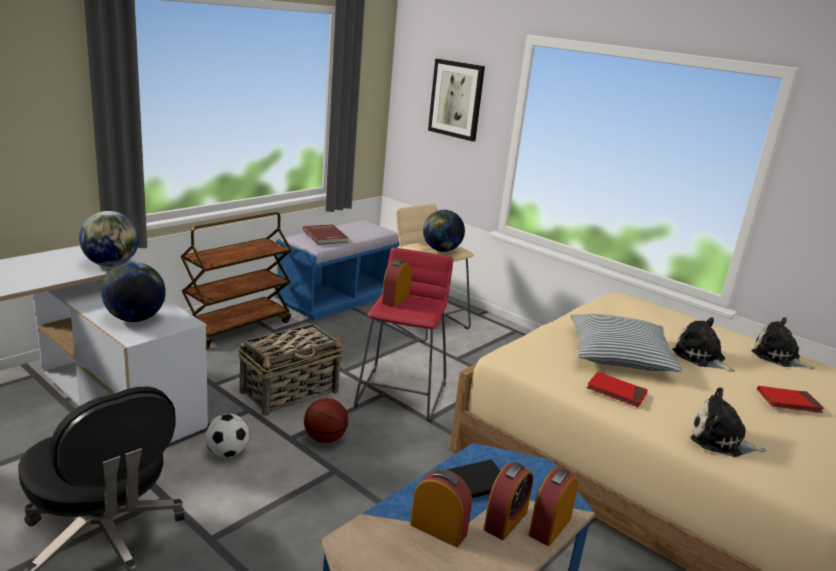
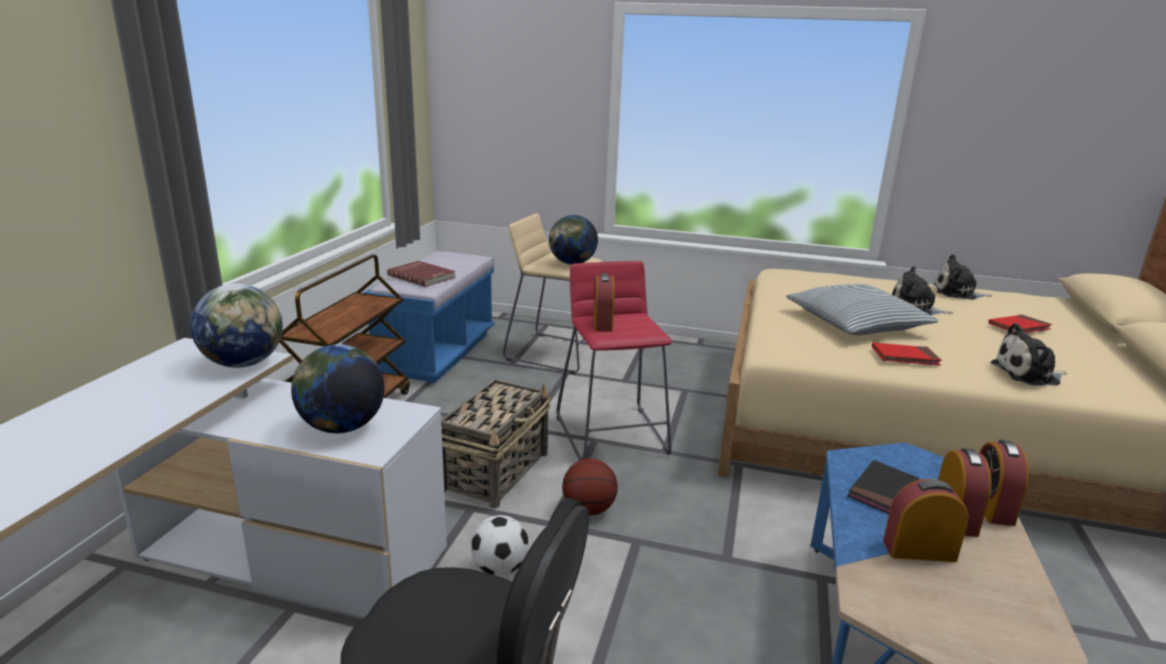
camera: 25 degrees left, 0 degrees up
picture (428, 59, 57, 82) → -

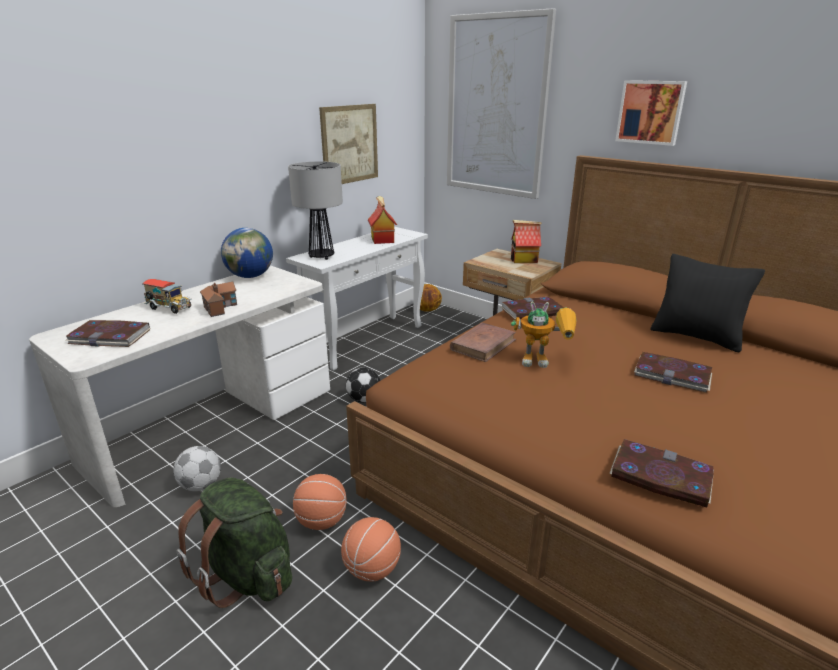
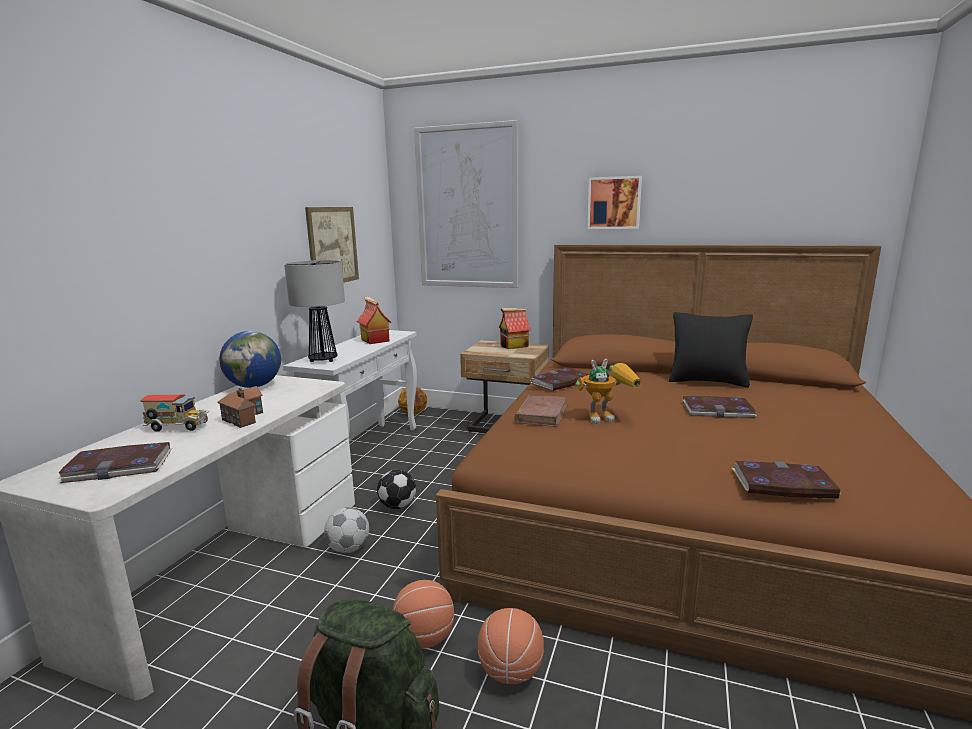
camera: 20 degrees left, 10 degrees down
ball for football (173, 446, 48, 45) → ball for football (324, 507, 45, 46), shifted

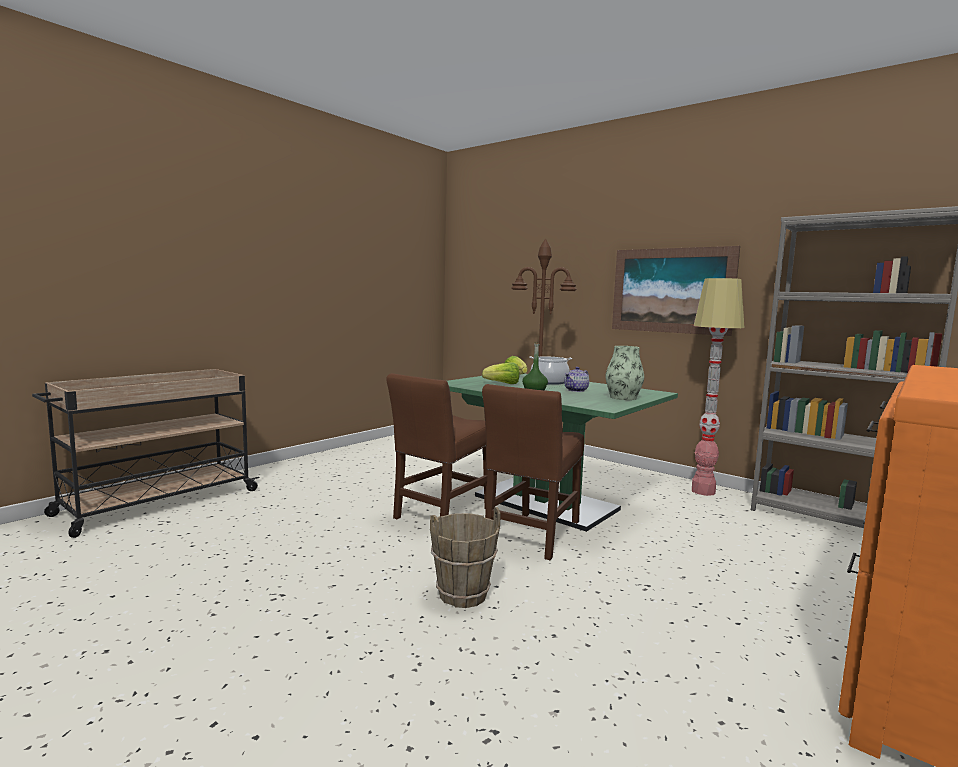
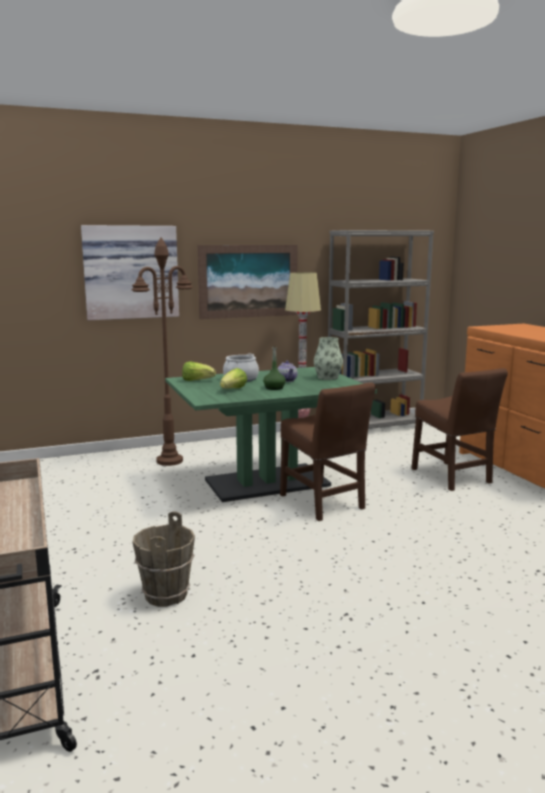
camera: 60 degrees left, 5 degrees up
- → picture (81, 225, 98, 95)
brownish bucket (430, 507, 71, 101) → brownish bucket (132, 511, 63, 96), shifted
brownish chair (387, 373, 100, 146) → brownish chair (411, 368, 97, 123), shifted

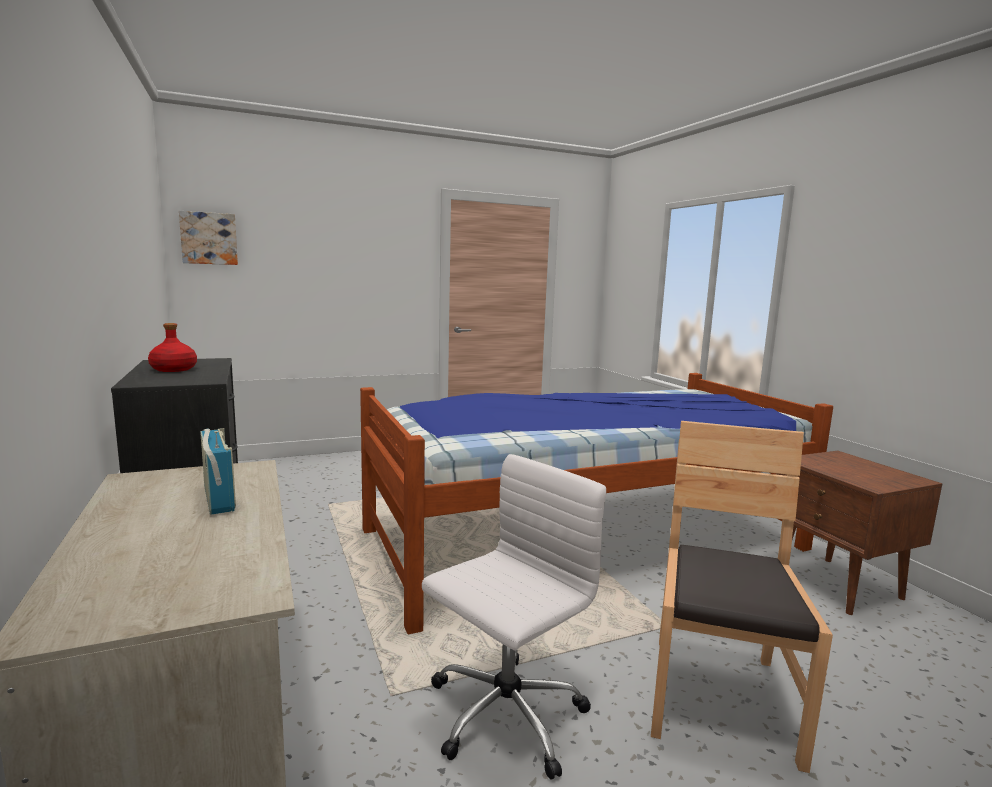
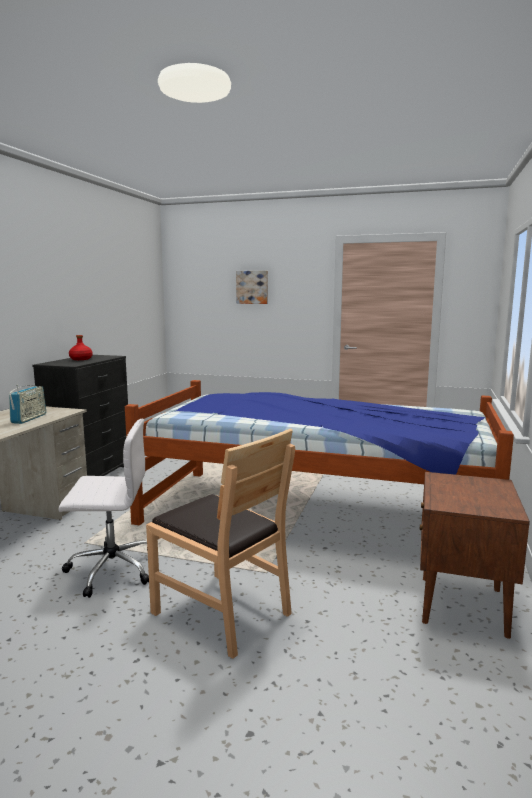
camera: 40 degrees right, 0 degrees up
brownish chair (651, 421, 182, 352) → brownish chair (146, 428, 149, 231), 75 degrees clockwise
picture (179, 211, 59, 54) → picture (236, 271, 32, 33), shifted

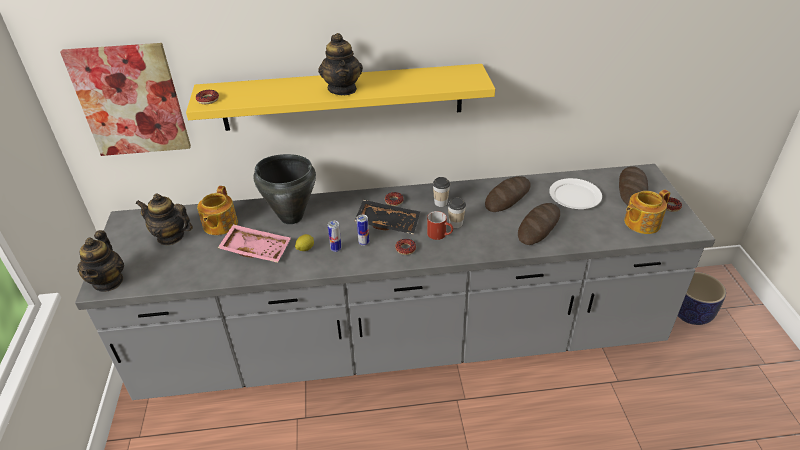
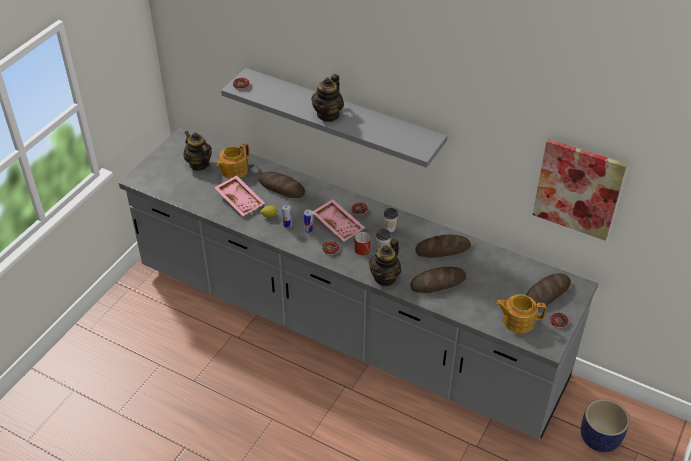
camera: 35 degrees right, 5 degrees up
yellow-coloured shelf (186, 64, 309, 67) → gray shelf (221, 68, 226, 100)
black stockpot (253, 154, 63, 70) → baked bread (258, 172, 47, 26)
black carrying tray (355, 200, 65, 34) → pinkish carrying tray (313, 199, 52, 43)
tea pot (77, 230, 47, 62) → tea pot (369, 239, 32, 47), shifted
picture (60, 43, 131, 113) → picture (533, 139, 94, 102), shifted
white flat dish (549, 178, 53, 31) → -

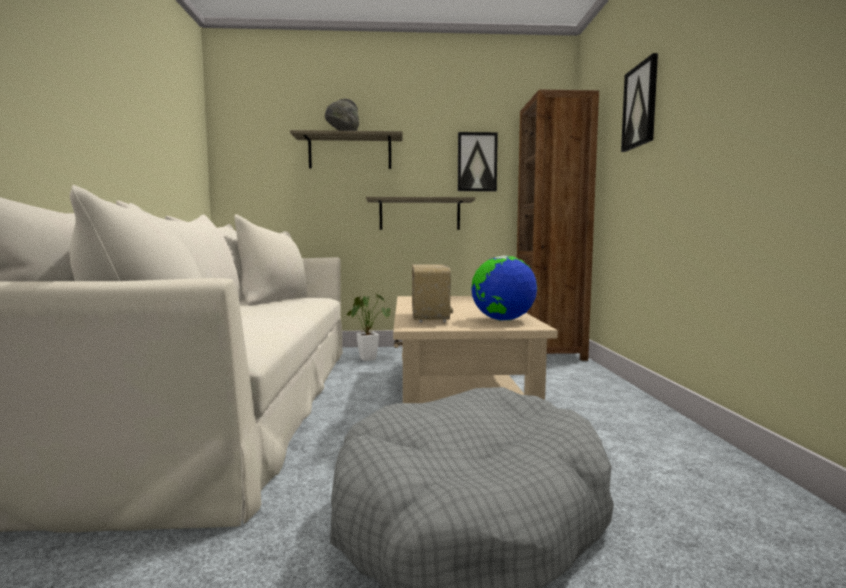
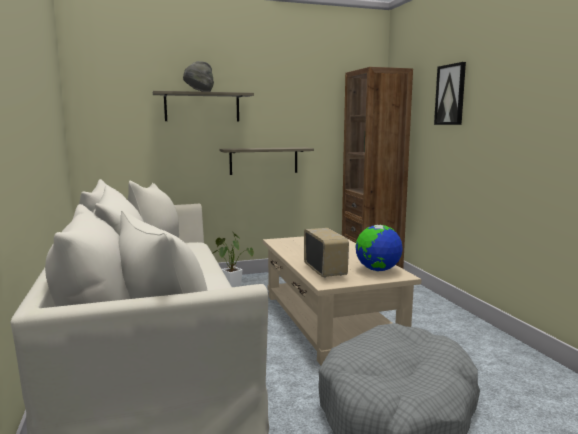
camera: 15 degrees left, 5 degrees up
picture (458, 132, 40, 59) → -

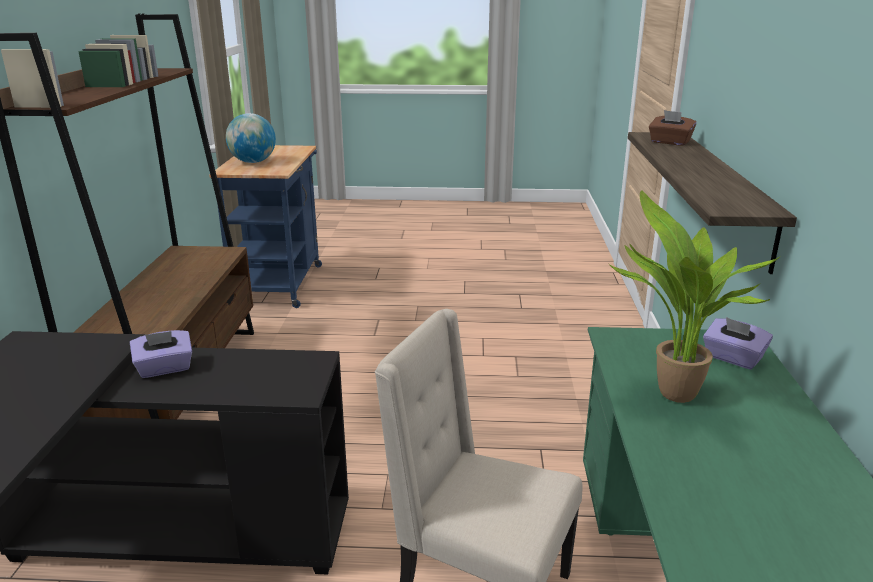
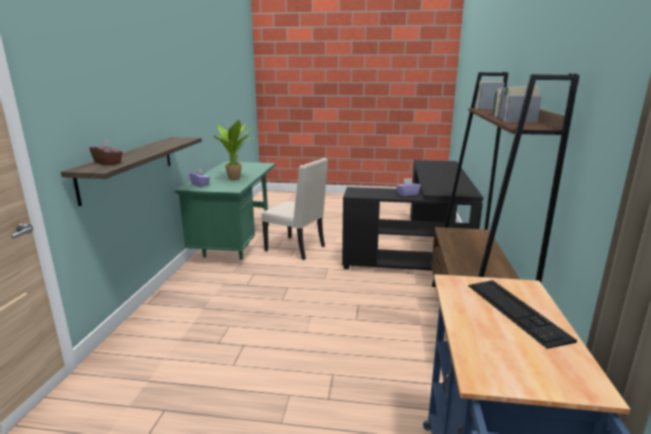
camera: 175 degrees left, 5 degrees down
world globe (226, 113, 50, 50) → PC keyboard (468, 280, 109, 69)

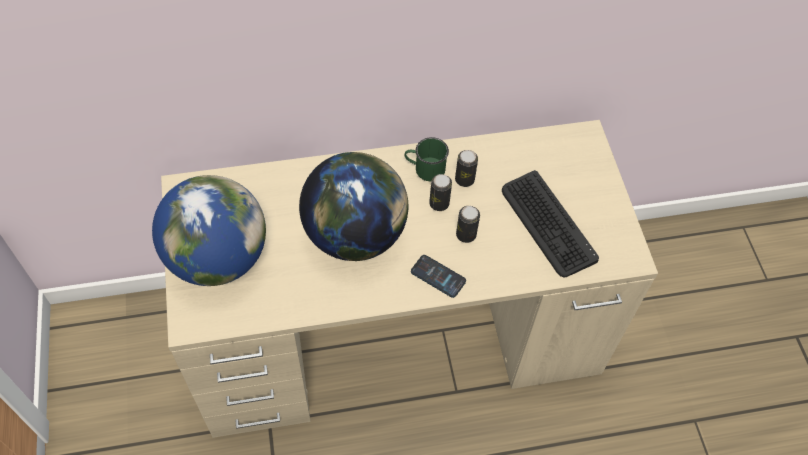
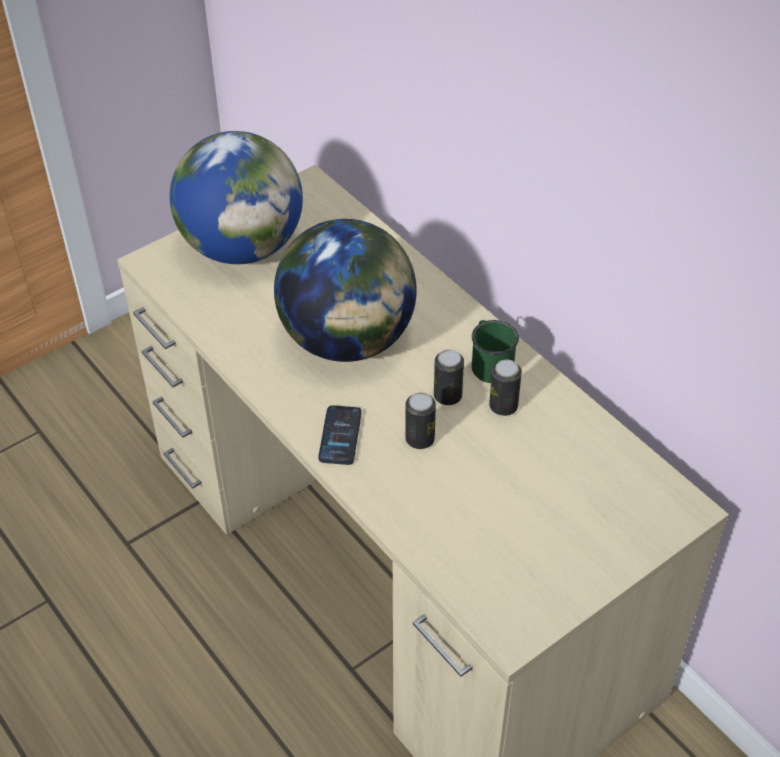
camera: 65 degrees right, 10 degrees down
PC keyboard (502, 170, 97, 108) → -

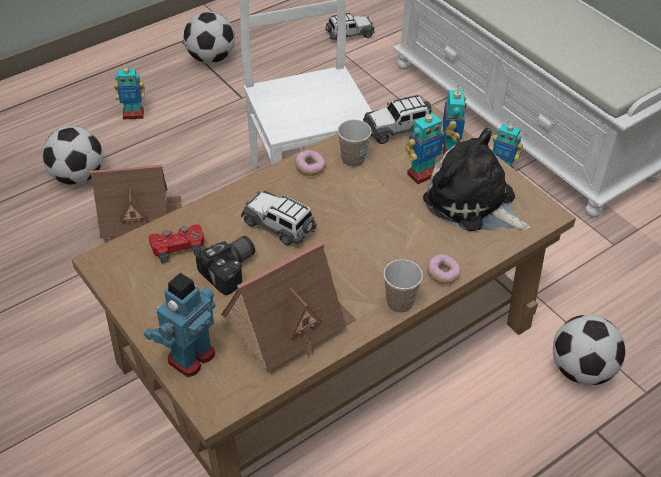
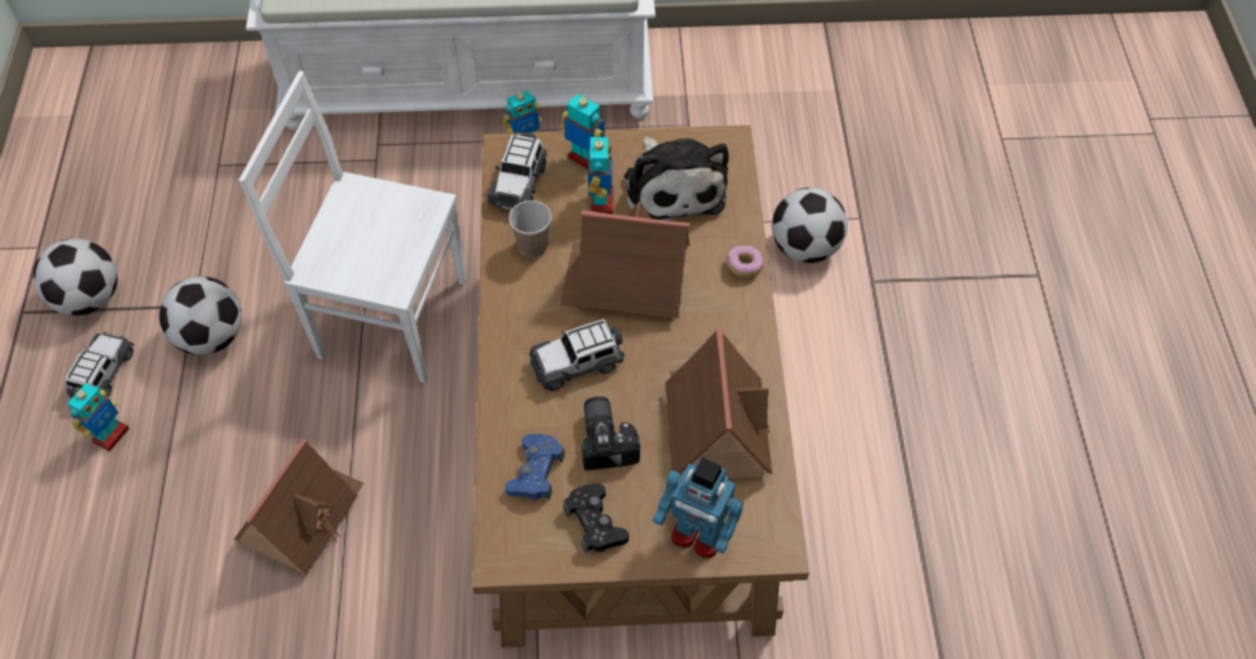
camera: 55 degrees left, 10 degrees up
toy car (325, 12, 50, 28) → toy car (65, 332, 69, 66), shifted
ball for football (42, 126, 61, 59) → ball for football (159, 276, 83, 79), shifted
reddish gamepad (149, 224, 55, 40) → bluish gamepad (505, 434, 60, 66)
- → toy house (560, 202, 130, 117)
- → black gamepad (563, 483, 66, 71)
plush toy (423, 128, 107, 103) → plush toy (624, 137, 105, 84), 90 degrees counterclockwise
robot figure (144, 273, 71, 104) → robot figure (653, 457, 91, 101), 45 degrees counterclockwise
donut (295, 150, 31, 26) → -
drinking cup (383, 259, 40, 54) → -

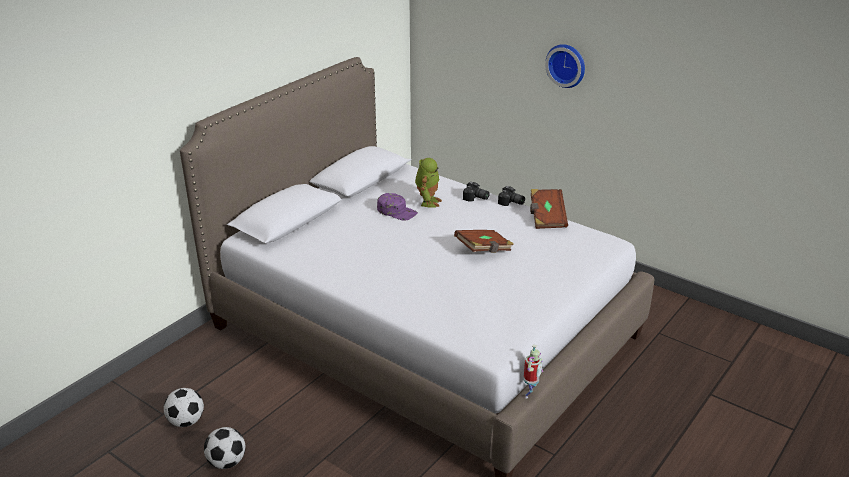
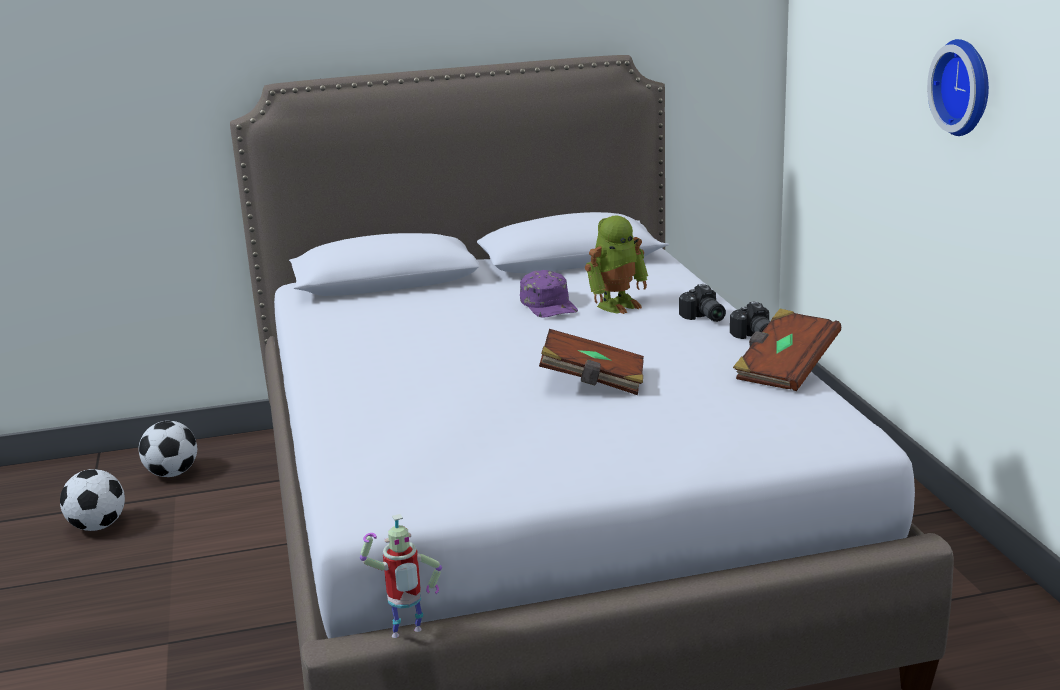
camera: 40 degrees right, 10 degrees down
ball for football (204, 427, 41, 42) → ball for football (139, 421, 58, 56), shifted

